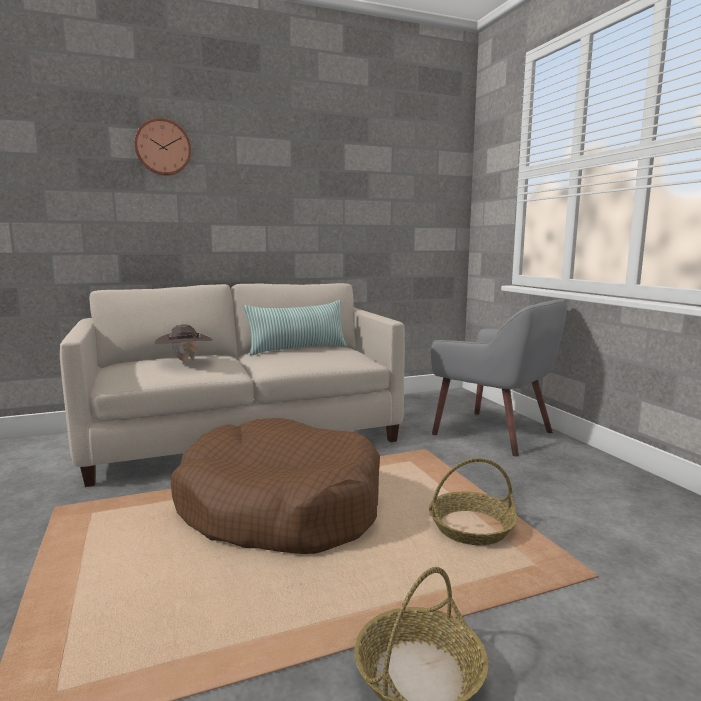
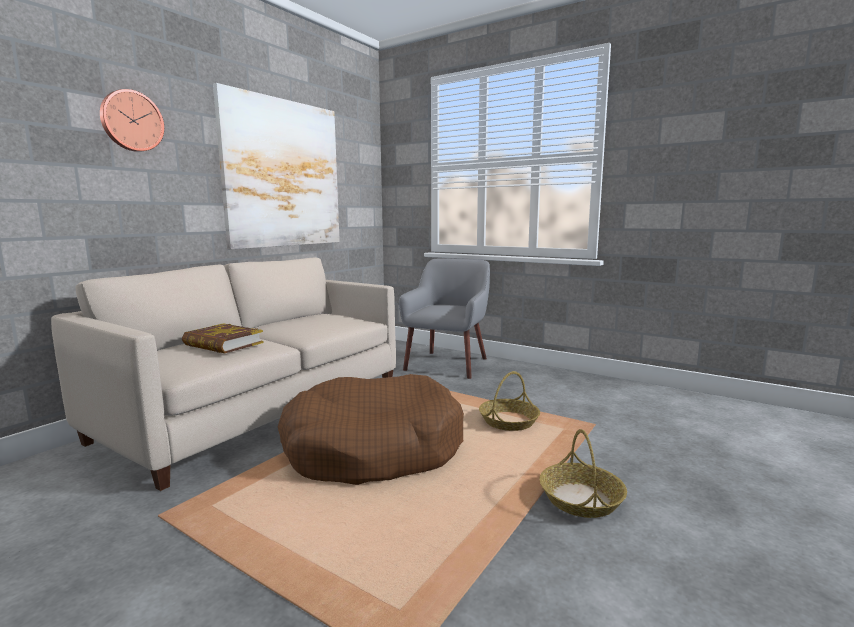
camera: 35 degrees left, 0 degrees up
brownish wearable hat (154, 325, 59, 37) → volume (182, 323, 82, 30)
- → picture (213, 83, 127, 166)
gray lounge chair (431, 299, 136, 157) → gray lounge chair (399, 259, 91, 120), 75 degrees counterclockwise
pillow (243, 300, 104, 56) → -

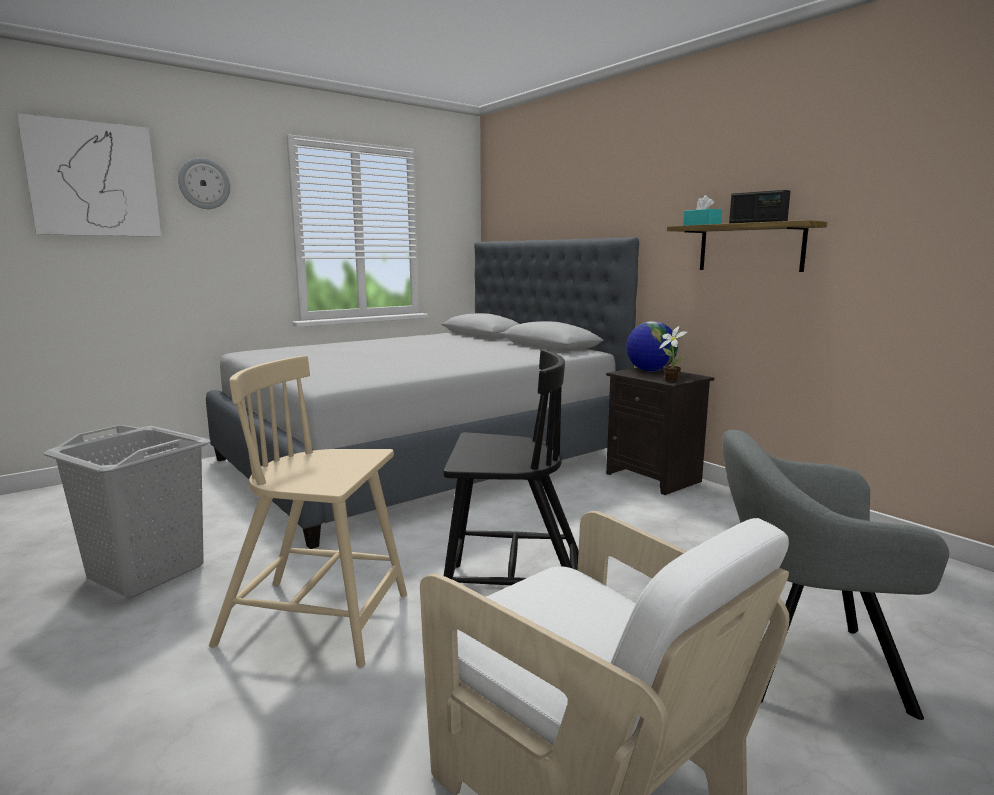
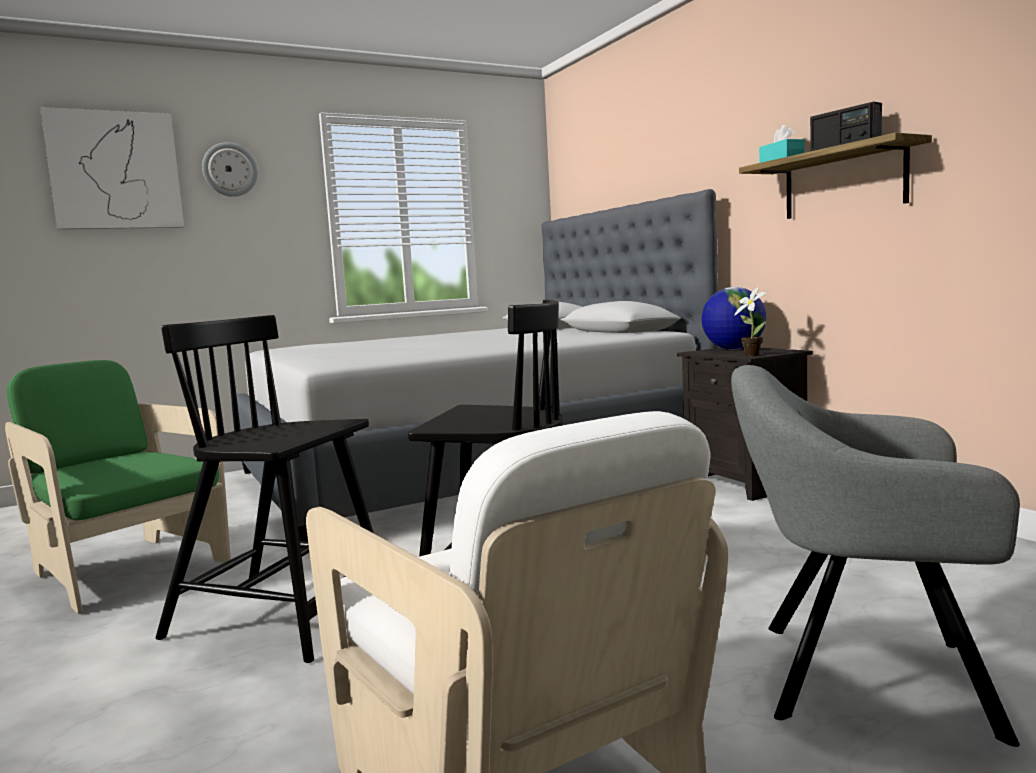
camera: 10 degrees right, 5 degrees down
gray laundry basket (44, 425, 167, 172) → green-coloured lounge chair (5, 360, 226, 254)
beige-coloured chair (209, 356, 198, 312) → black chair (155, 315, 219, 348)

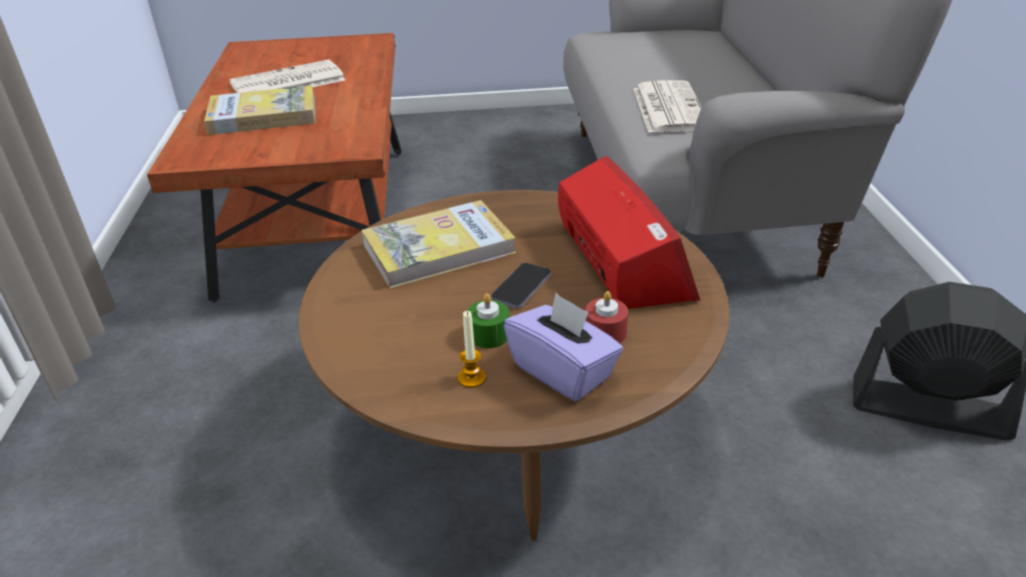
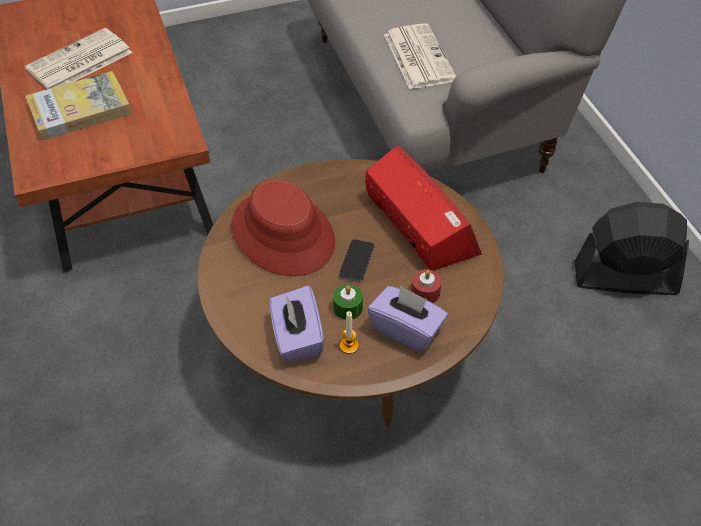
camera: 15 degrees left, 15 degrees up
volume (362, 200, 154, 89) → reddish wearable hat (232, 180, 103, 96)
- → purplish tissue holder (270, 286, 54, 76)

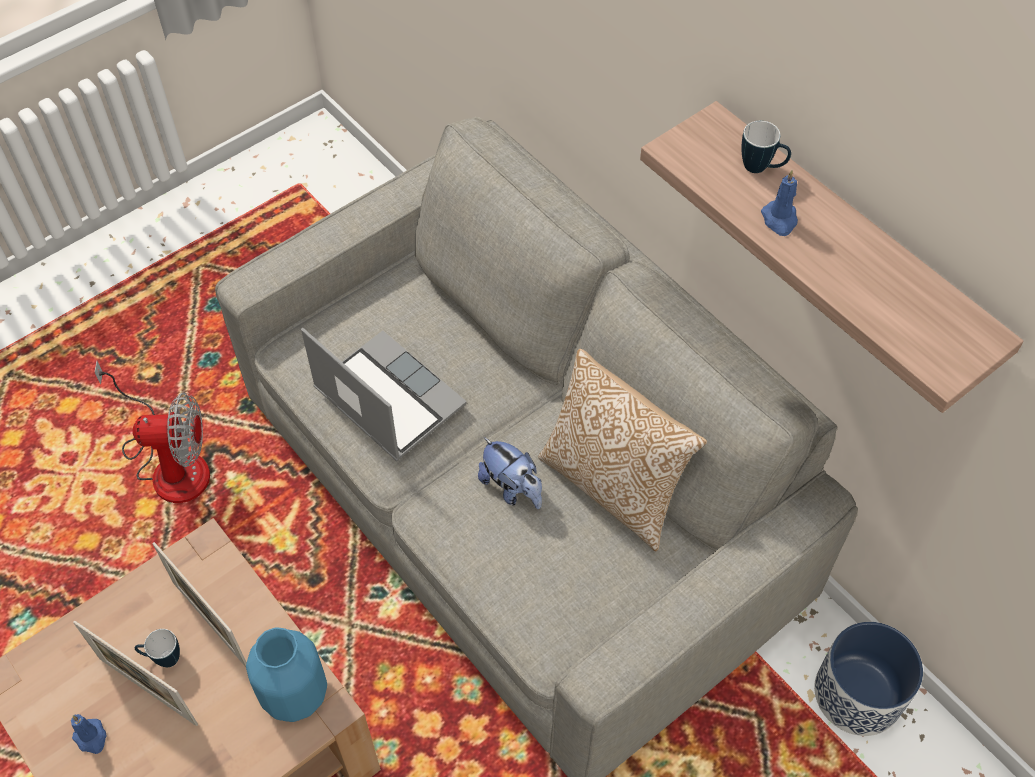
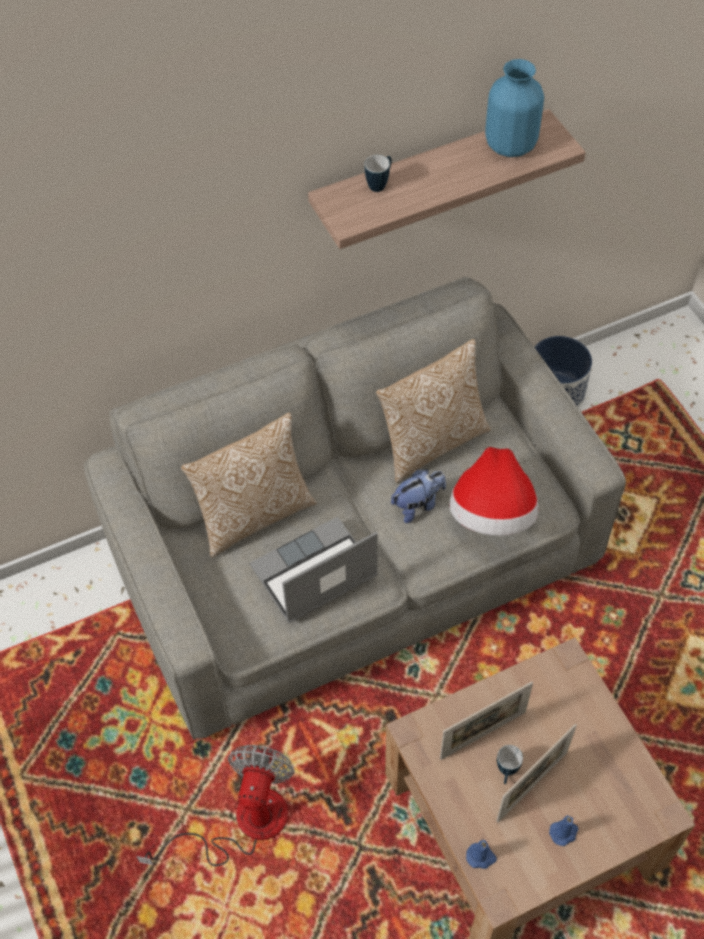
camera: 75 degrees left, 0 degrees up
- → pillow (181, 413, 136, 144)
- → wearable hat (449, 447, 89, 89)
bluish candle (761, 170, 37, 66) → bluish candle (466, 840, 31, 29), shifted
bluish flower vase (246, 627, 81, 95) → bluish flower vase (485, 59, 59, 98), shifted

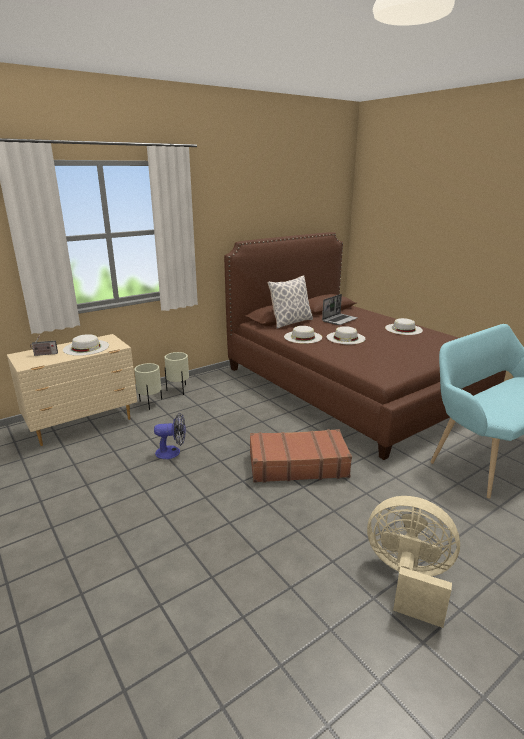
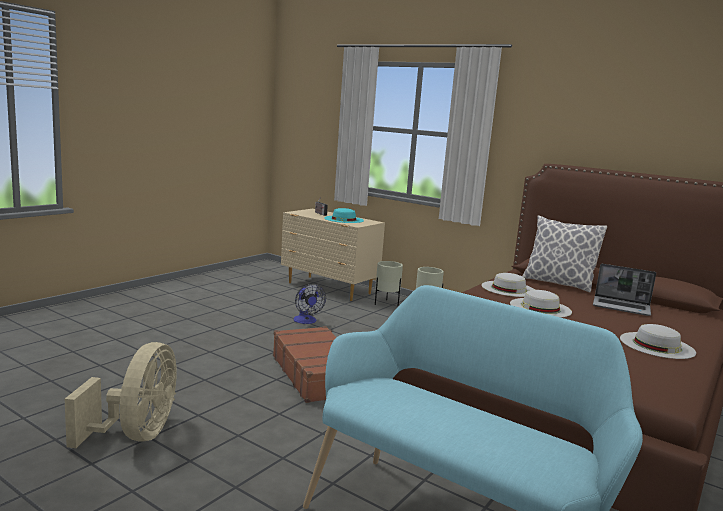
camera: 70 degrees right, 10 degrees down
white wearable hat (63, 334, 46, 22) → blue-green wearable hat (324, 208, 40, 15)

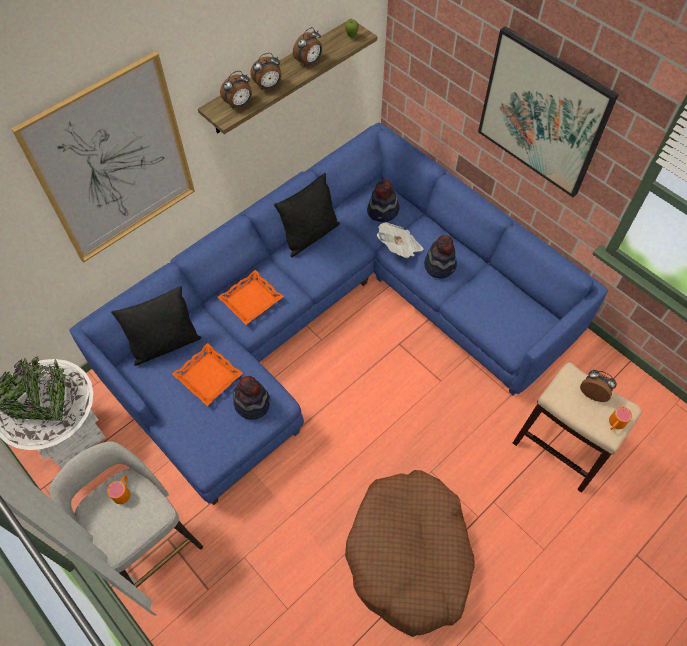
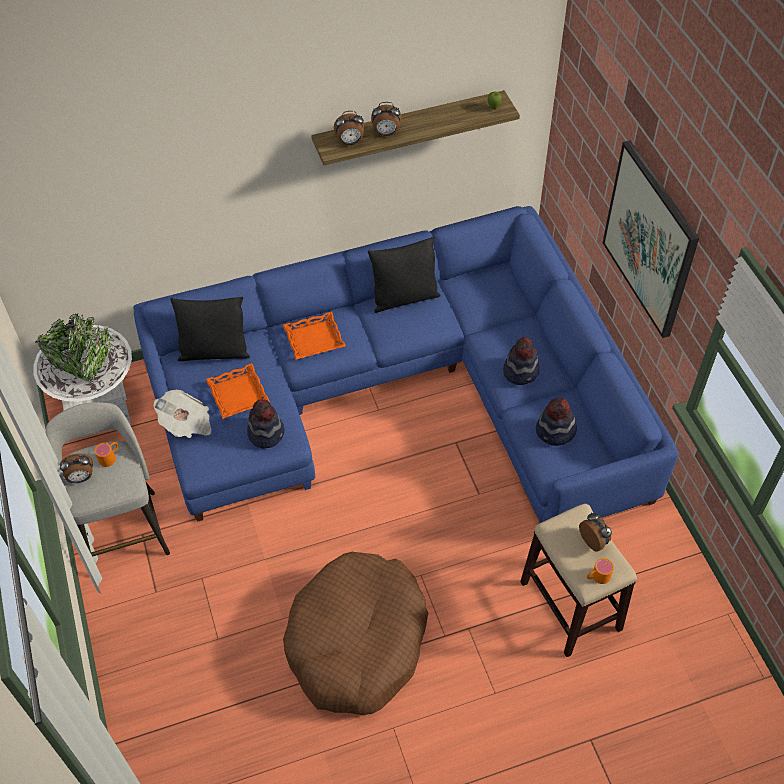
camera: 25 degrees right, 5 degrees down
table clock (293, 27, 29, 40) → table clock (60, 453, 33, 30), shifted
printed paper (376, 222, 48, 36) → printed paper (153, 390, 58, 48), shifted
wearable hat (367, 180, 33, 42) → wearable hat (536, 398, 41, 48), shifted
picture (11, 51, 184, 212) → -

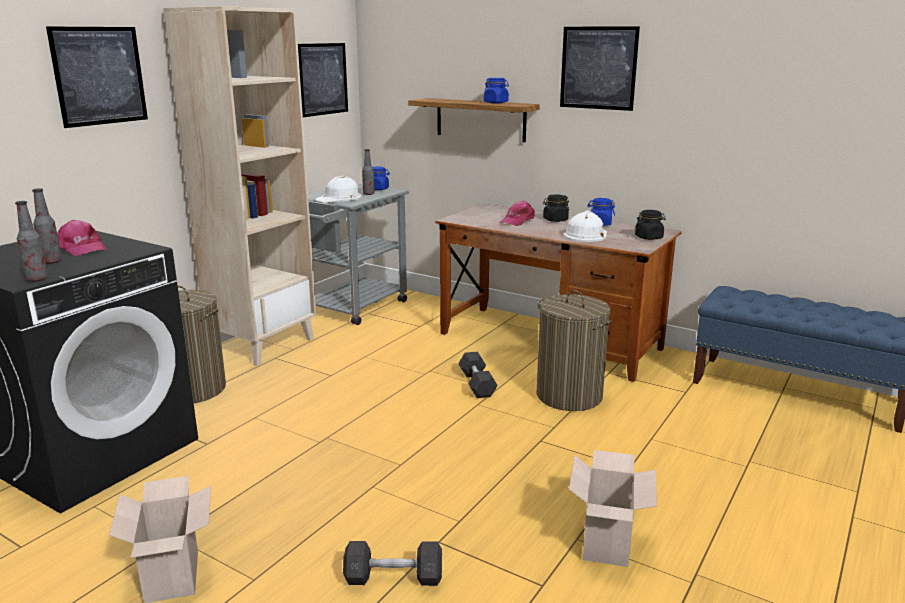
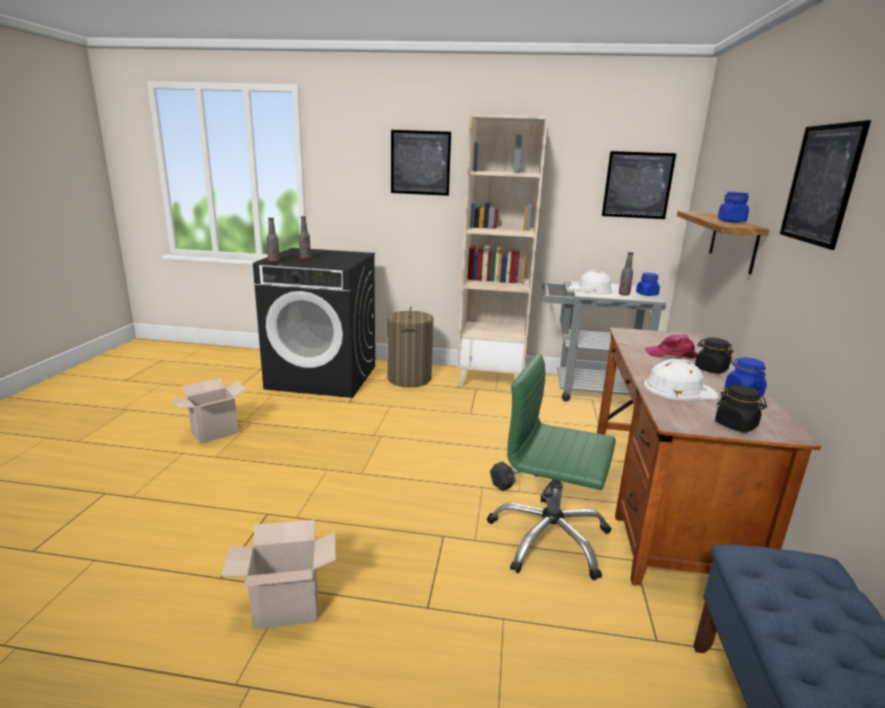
camera: 65 degrees right, 0 degrees up
laundry basket (536, 290, 76, 121) → green-coloured computer chair (487, 353, 129, 227)
pinkish cap (57, 220, 50, 36) → -
gray hand weight (343, 541, 99, 45) → -

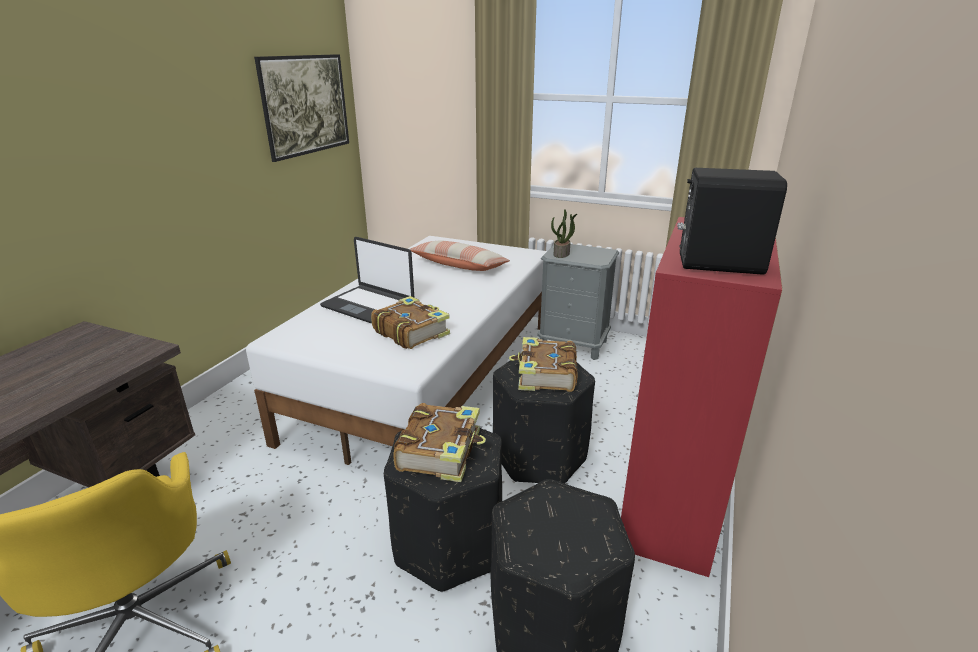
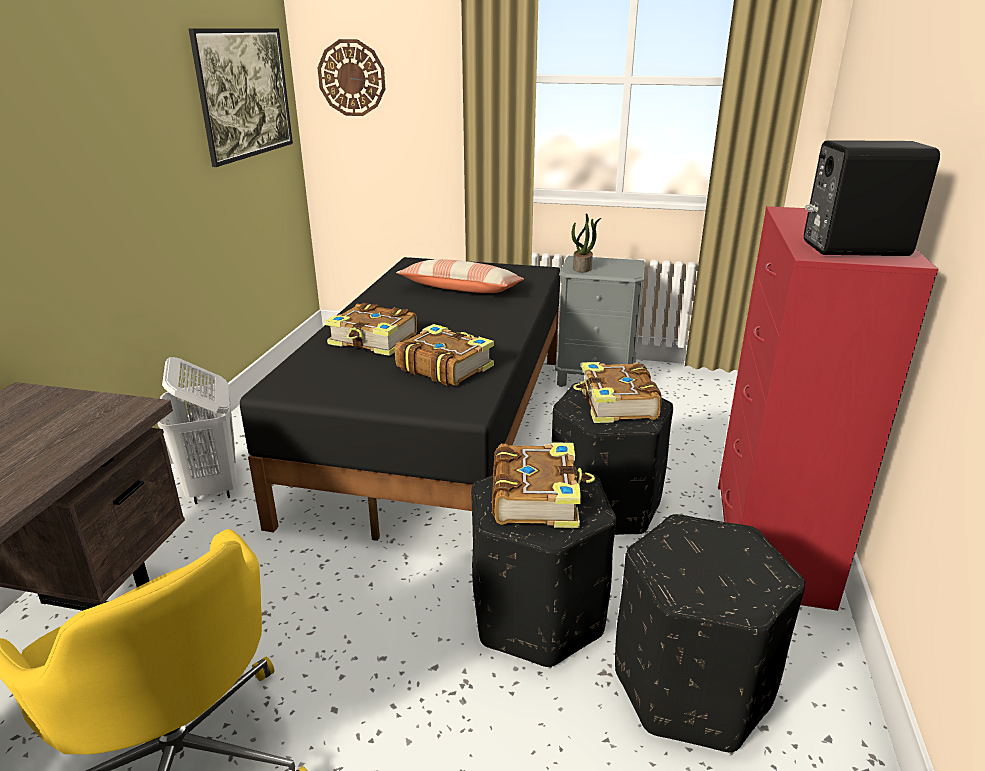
camera: 10 degrees left, 0 degrees up
- → white laundry basket (158, 357, 79, 147)
white bed (246, 236, 301, 229) → black bed (240, 257, 320, 284)
- → wall clock (318, 39, 67, 77)
notebook computer (320, 237, 95, 87) → volume (325, 303, 92, 53)

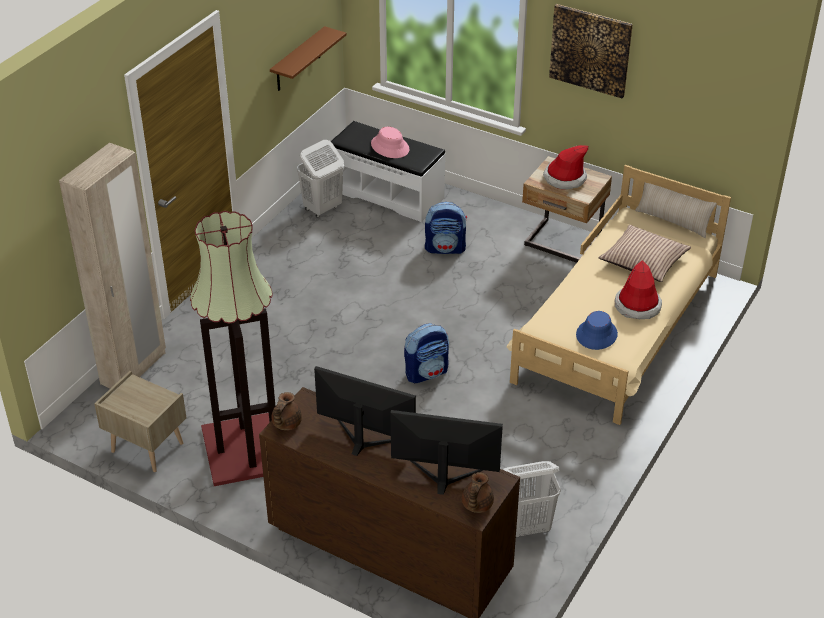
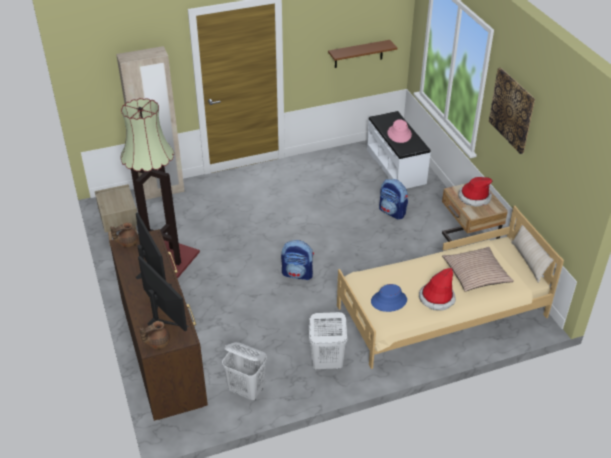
camera: 40 degrees right, 0 degrees up
white laundry basket (297, 140, 47, 78) → white laundry basket (308, 312, 40, 58), shifted

